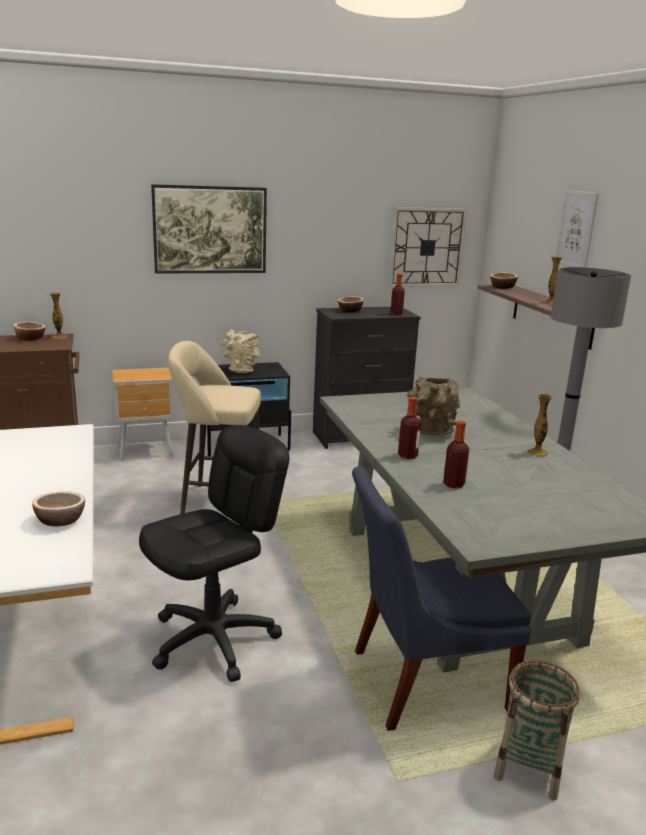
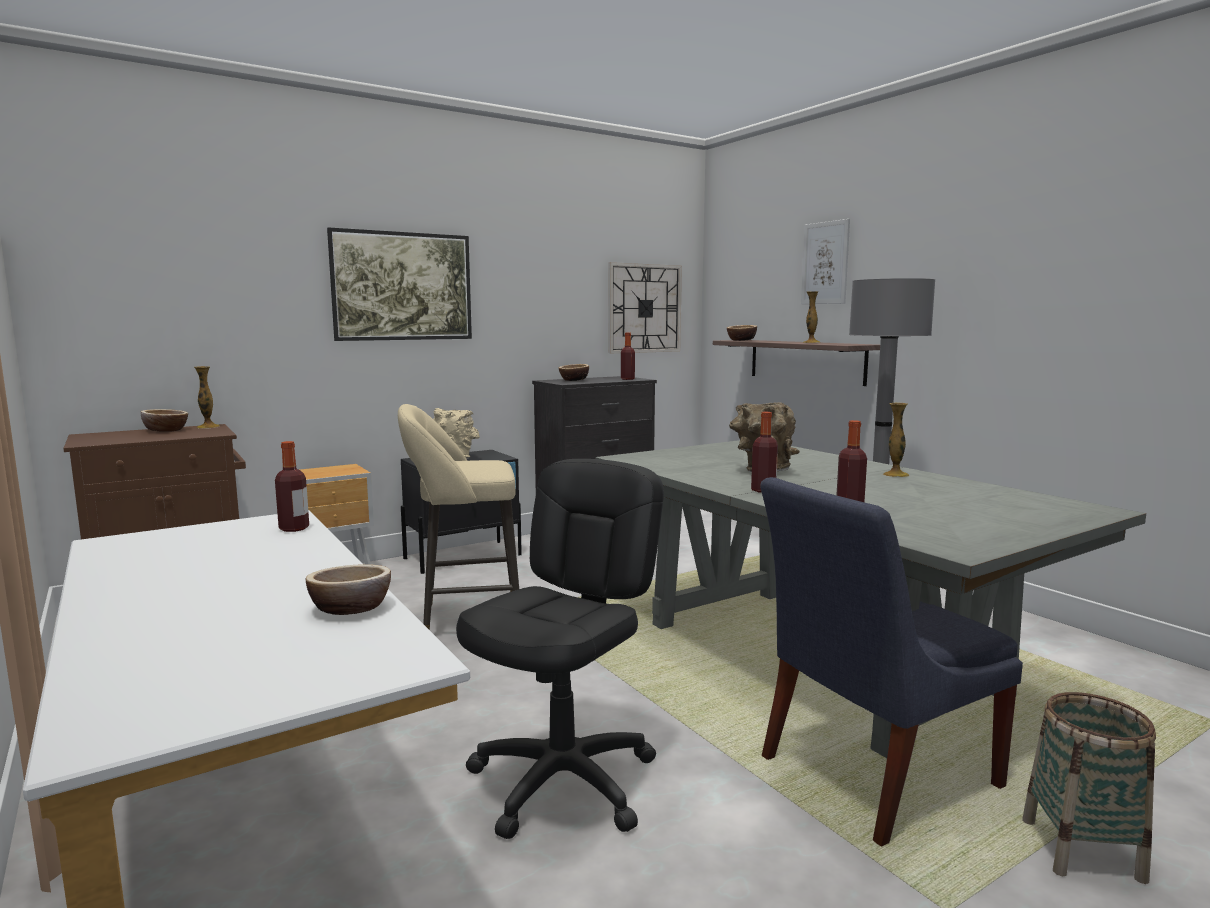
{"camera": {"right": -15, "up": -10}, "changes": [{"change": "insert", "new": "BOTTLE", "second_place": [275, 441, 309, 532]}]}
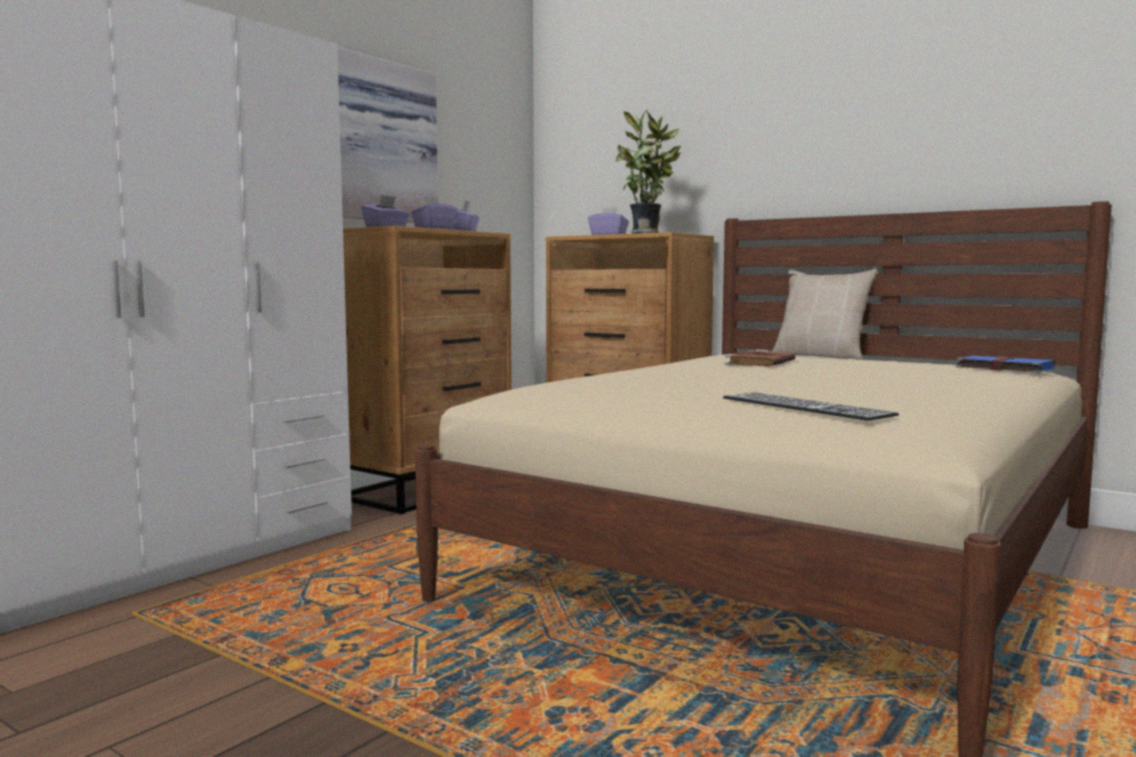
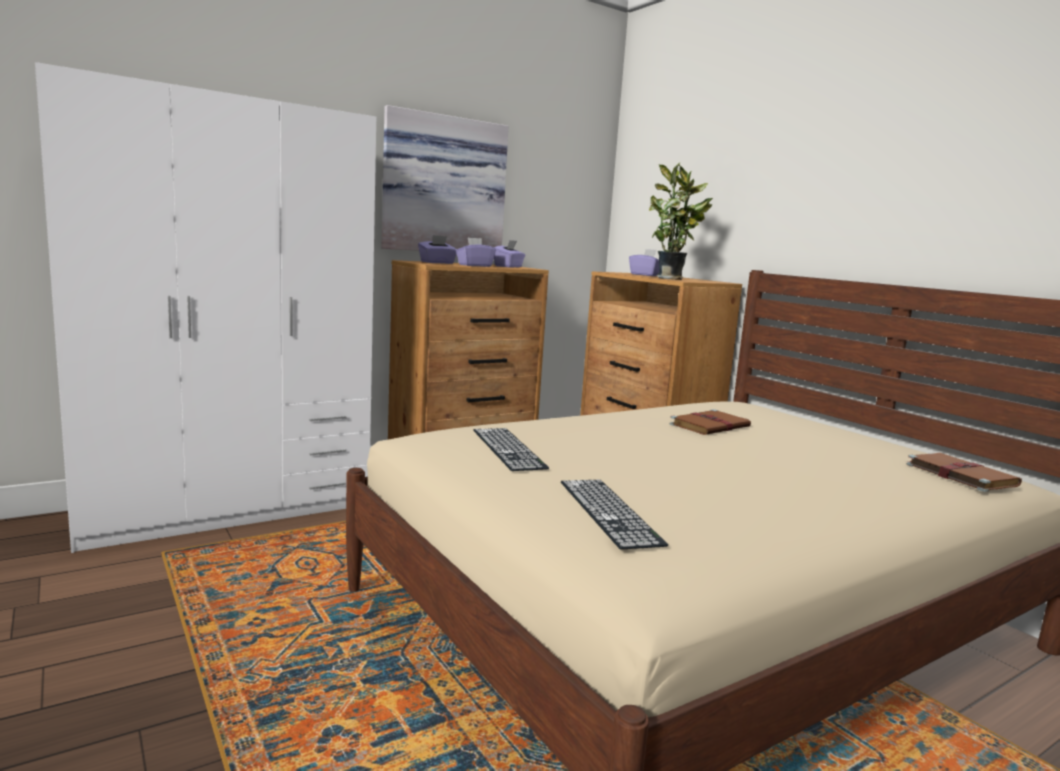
{"camera": {"right": 20, "up": 5}, "changes": [{"change": "insert", "new": "KEYBOARD", "second_place": [473, 428, 549, 471]}, {"change": "recolor", "old": "BLUE BOOK", "new": "BROWN BOOK", "first_place": [956, 356, 1056, 373], "second_place": [906, 453, 1022, 492]}, {"change": "delete", "old": "BEIGE PILLOW", "first_place": [772, 269, 878, 360]}]}
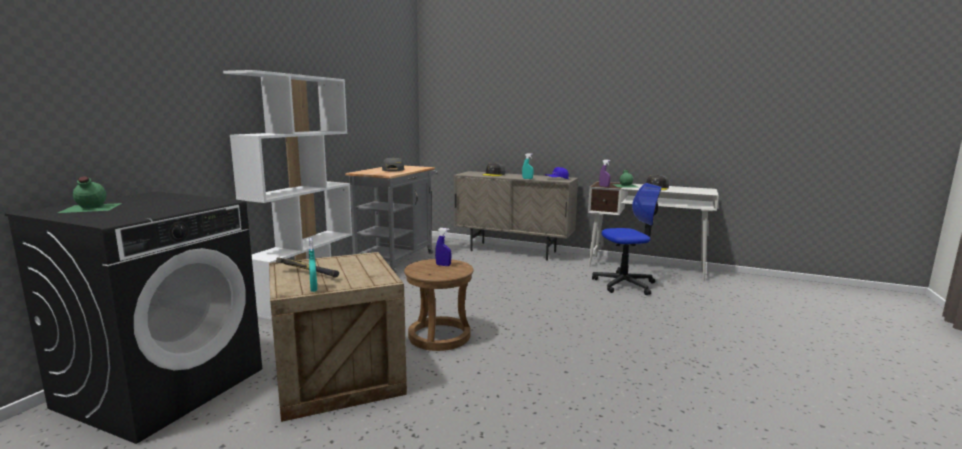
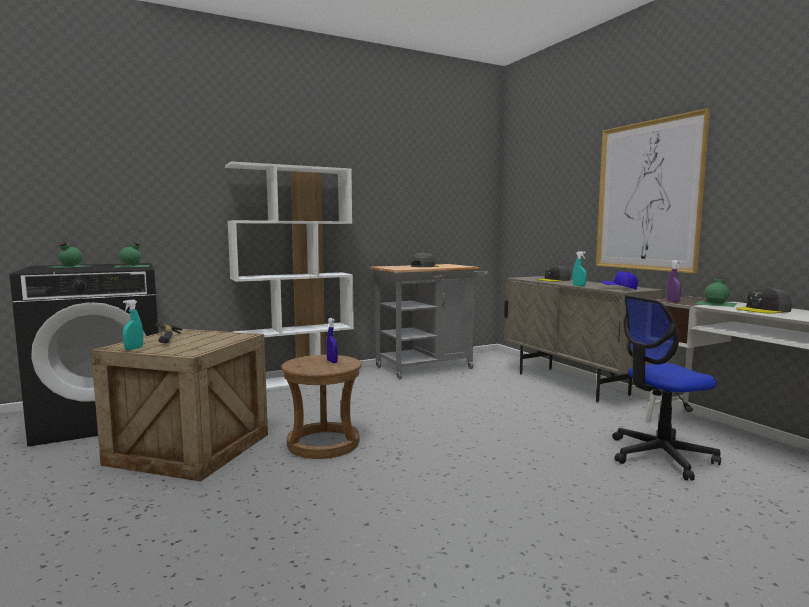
{"camera": {"right": 40, "up": -5}, "changes": [{"change": "insert", "new": "GREEN BOTTLE", "second_place": [113, 242, 150, 268]}, {"change": "insert", "new": "PICTURE", "second_place": [596, 108, 710, 274]}, {"change": "rotate", "old": "OFFICE CHAIR", "first_place": [592, 183, 662, 295], "second_place": [612, 295, 721, 480], "degrees": 135}]}
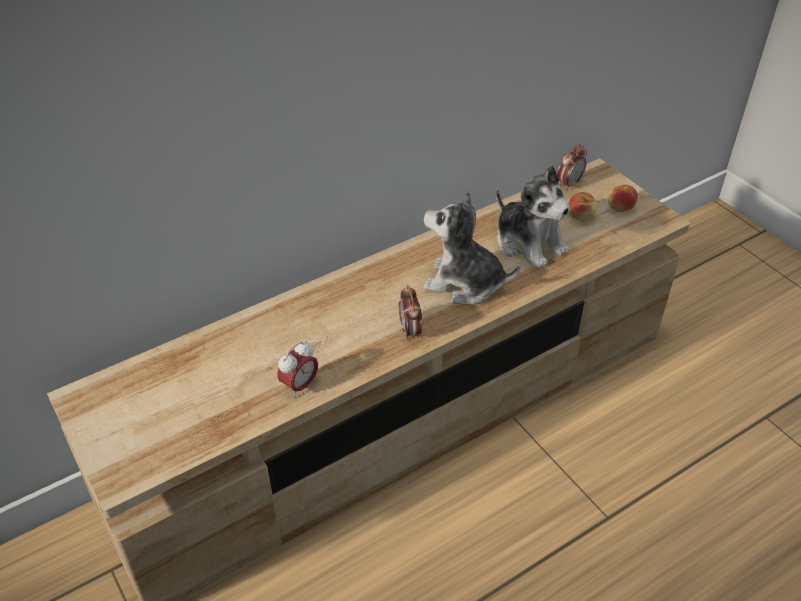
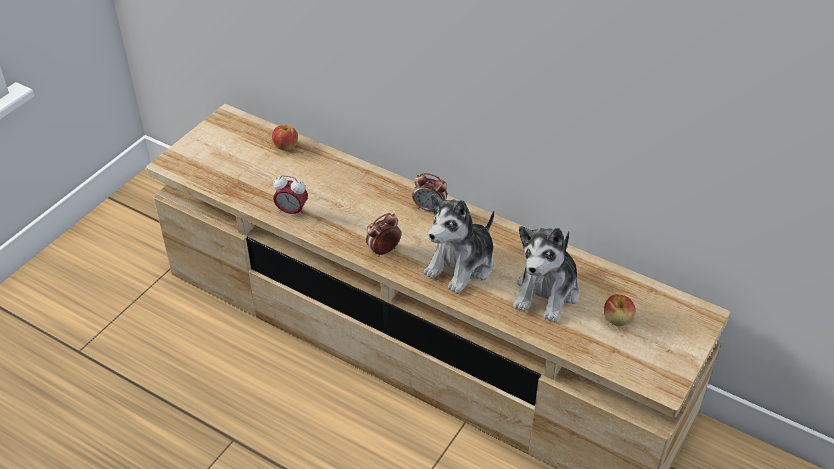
{"camera": {"right": 65, "up": 0}, "changes": [{"change": "move", "old": "APPLE", "first_place": [608, 185, 638, 212], "second_place": [272, 125, 298, 151]}, {"change": "move", "old": "ALARM CLOCK", "first_place": [557, 144, 587, 191], "second_place": [412, 173, 447, 212]}, {"change": "rotate", "old": "PLUSH TOY", "first_place": [423, 191, 520, 305], "second_place": [424, 194, 494, 294], "degrees": -135}]}
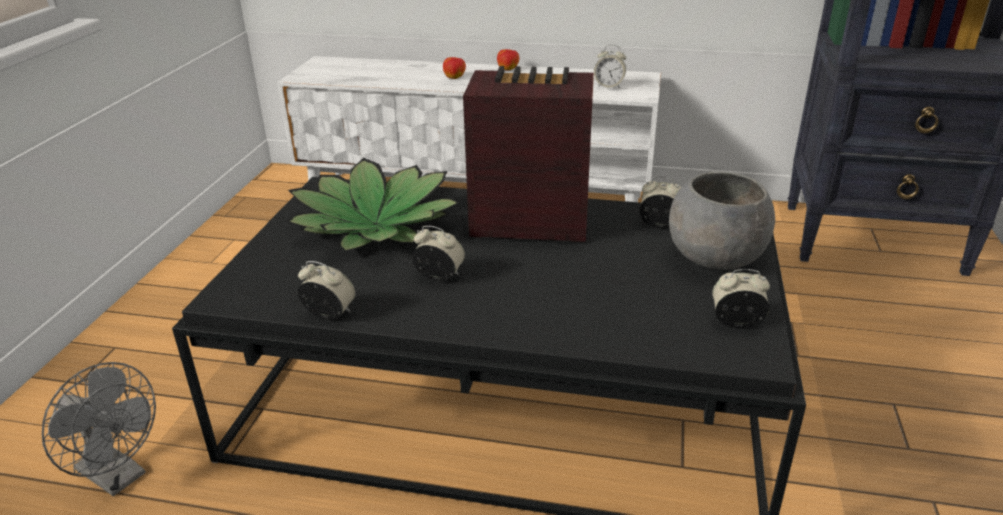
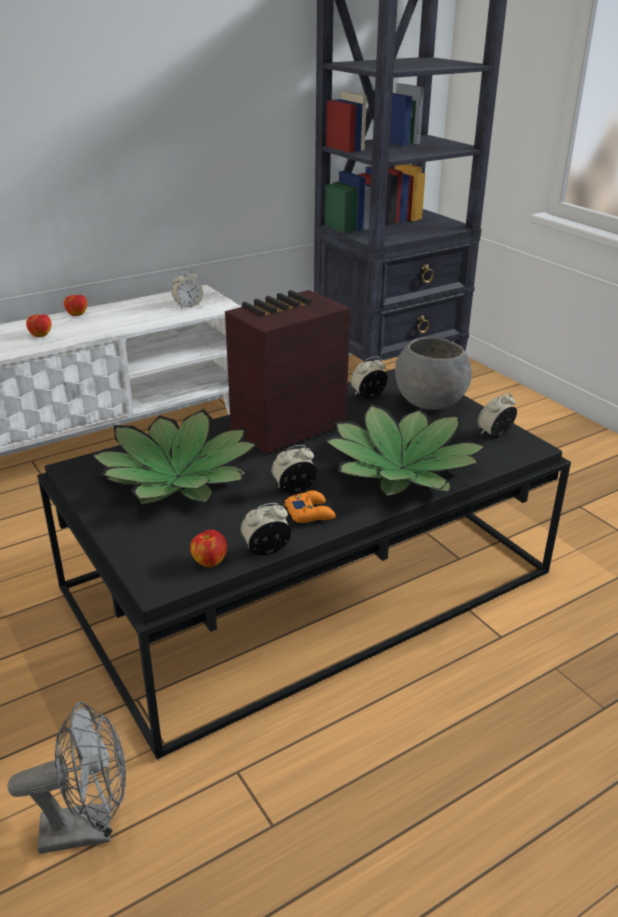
{"camera": {"right": -45, "up": 0}, "changes": [{"change": "insert", "new": "APPLE", "second_place": [190, 530, 227, 567]}, {"change": "insert", "new": "ORANGE GAME CONTROLLER", "second_place": [285, 490, 336, 523]}, {"change": "insert", "new": "POTTED PLANT", "second_place": [324, 404, 487, 497]}]}
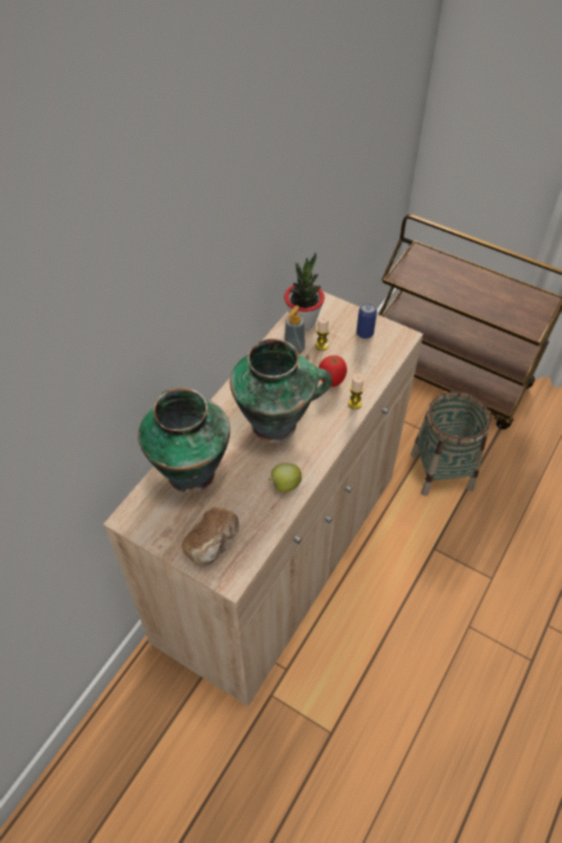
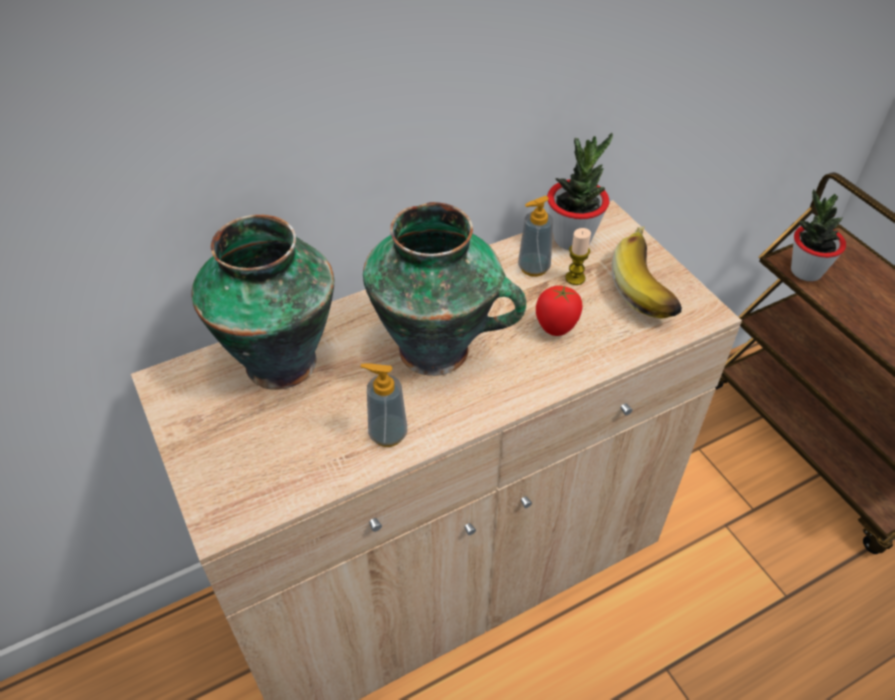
{"camera": {"right": 30, "up": -5}, "changes": [{"change": "replace", "old": "APPLE", "new": "SOAP DISPENSER", "first_place": [268, 463, 302, 492], "second_place": [360, 363, 407, 447]}, {"change": "replace", "old": "CAN", "new": "BANANA", "first_place": [356, 302, 377, 339], "second_place": [612, 226, 682, 319]}, {"change": "insert", "new": "POTTED PLANT", "second_place": [791, 189, 846, 282]}, {"change": "delete", "old": "BREAD", "first_place": [182, 507, 239, 566]}, {"change": "delete", "old": "CANDLE", "first_place": [348, 374, 364, 409]}, {"change": "delete", "old": "BASKET", "first_place": [411, 391, 491, 496]}]}
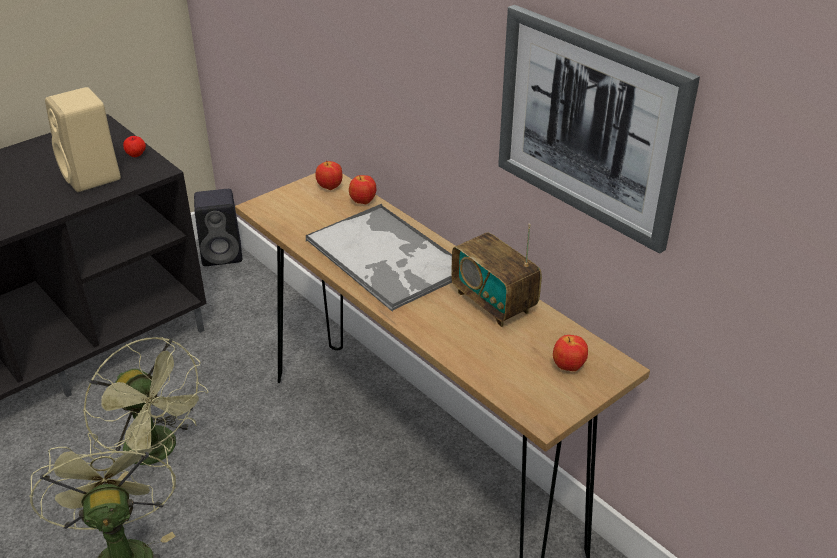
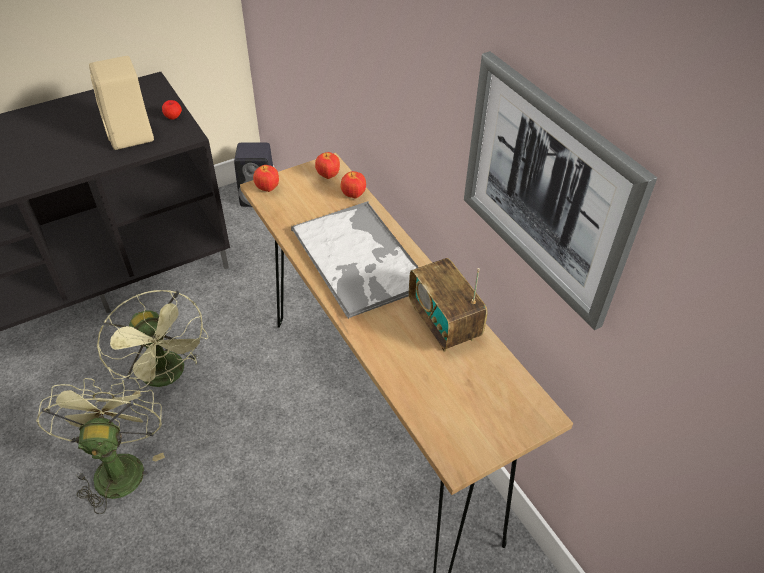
{"camera": {"right": 10, "up": 10}, "changes": [{"change": "move", "old": "APPLE", "first_place": [553, 335, 588, 371], "second_place": [253, 165, 279, 192]}]}
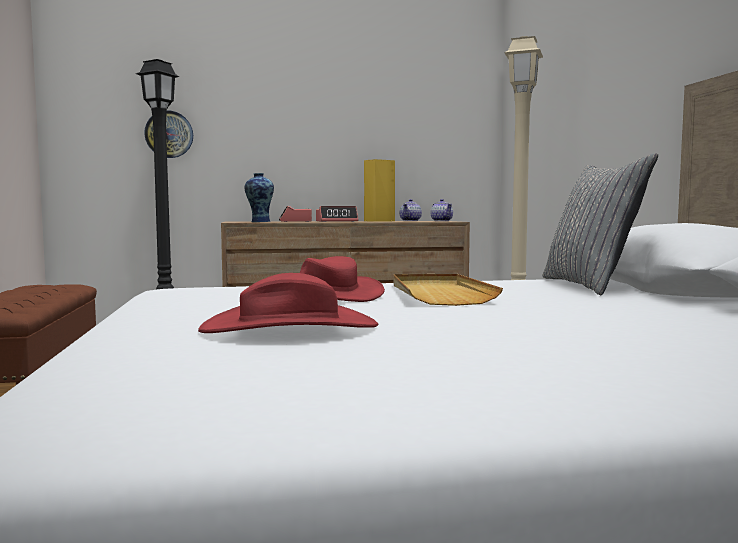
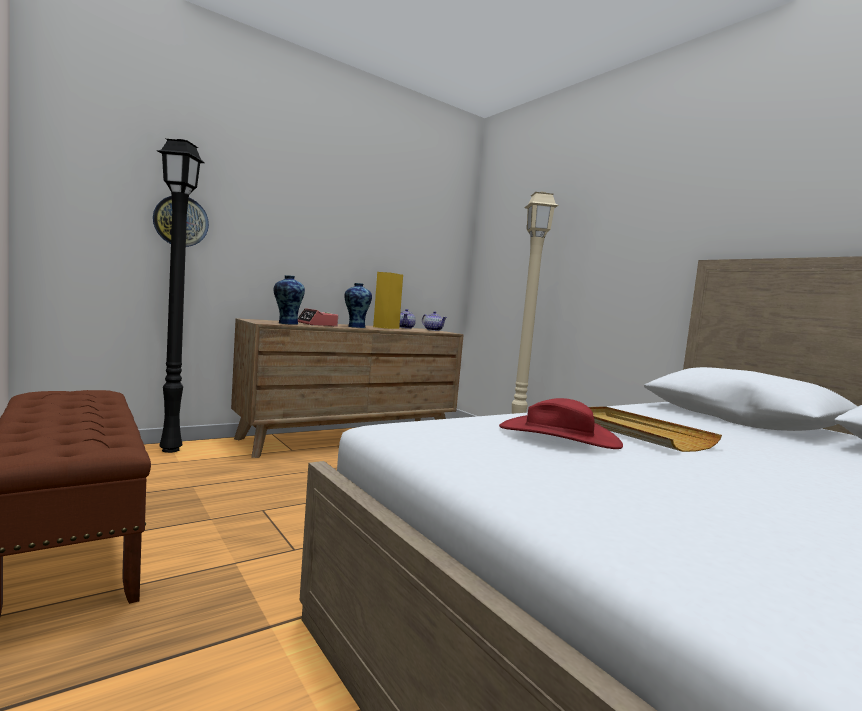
{"camera": {"right": -25, "up": 0}, "changes": [{"change": "replace", "old": "ALARM CLOCK", "new": "VASE", "first_place": [316, 206, 358, 222], "second_place": [344, 283, 372, 328]}, {"change": "delete", "old": "RED HAT", "first_place": [198, 273, 378, 333]}, {"change": "delete", "old": "GREY PILLOW", "first_place": [543, 153, 658, 295]}]}
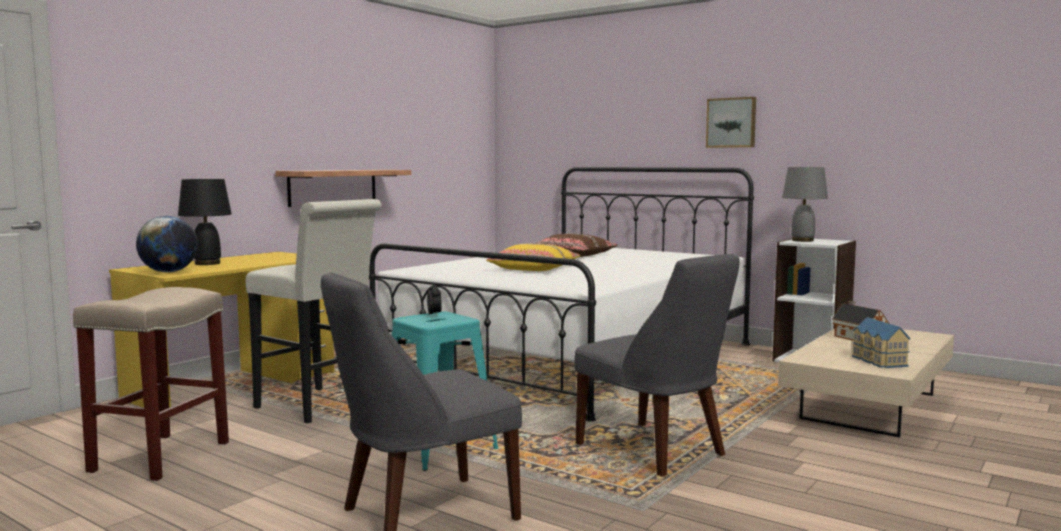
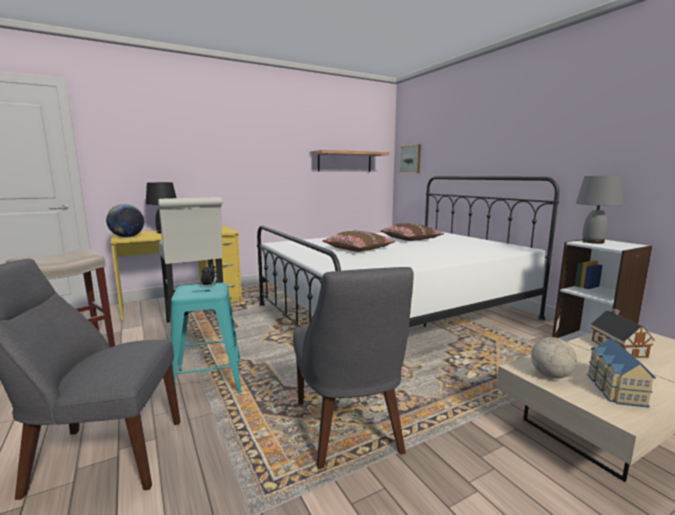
{"camera": {"right": 25, "up": 5}, "changes": [{"change": "move", "old": "SHELF", "first_place": [275, 170, 411, 207], "second_place": [311, 150, 389, 172]}, {"change": "recolor", "old": "YELLOW PILLOW", "new": "BROWN PILLOW", "first_place": [486, 244, 581, 271], "second_place": [323, 231, 395, 252]}, {"change": "move", "old": "PICTURE", "first_place": [706, 97, 756, 148], "second_place": [400, 144, 421, 173]}, {"change": "insert", "new": "GLOBE", "second_place": [531, 317, 577, 379]}]}
